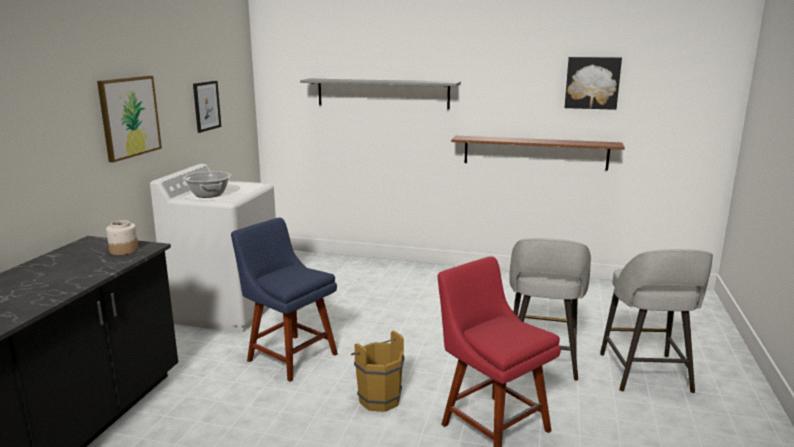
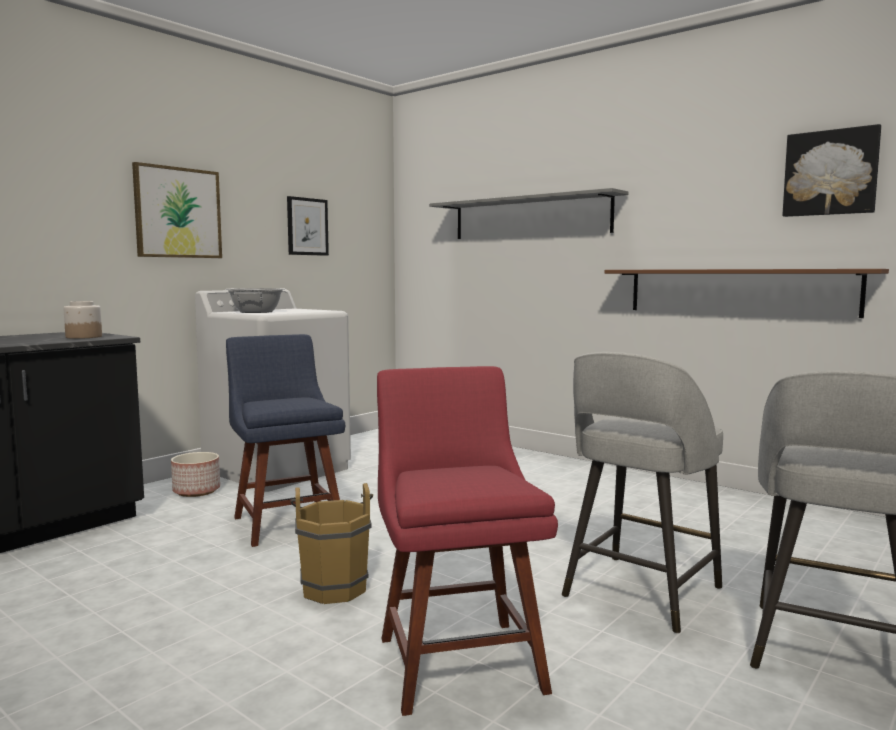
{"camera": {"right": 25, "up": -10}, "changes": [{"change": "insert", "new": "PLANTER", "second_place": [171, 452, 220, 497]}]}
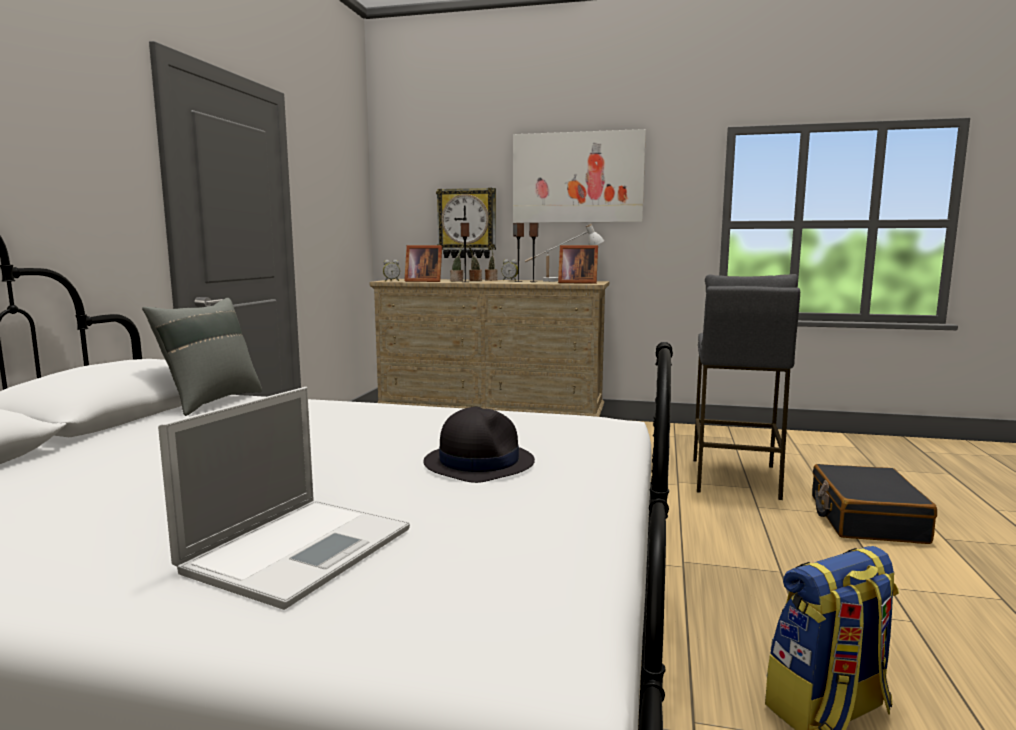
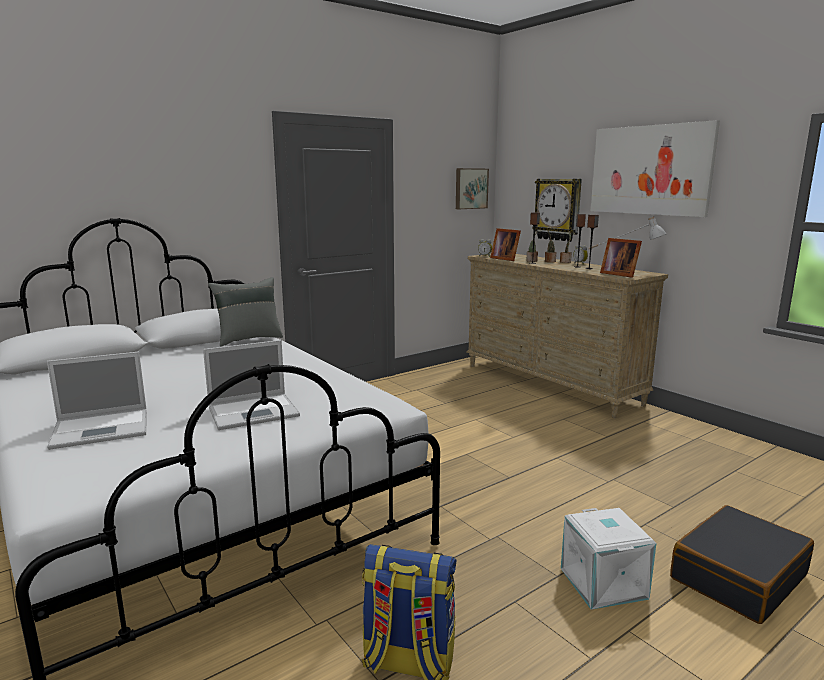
{"camera": {"right": 40, "up": 5}, "changes": [{"change": "replace", "old": "BLACK HAT", "new": "LAPTOP", "first_place": [423, 407, 535, 483], "second_place": [203, 340, 300, 430]}, {"change": "insert", "new": "PICTURE", "second_place": [456, 168, 489, 209]}, {"change": "insert", "new": "WHITE STORAGE BOX", "second_place": [561, 508, 656, 610]}, {"change": "delete", "old": "GREY STOOL", "first_place": [693, 274, 800, 500]}]}
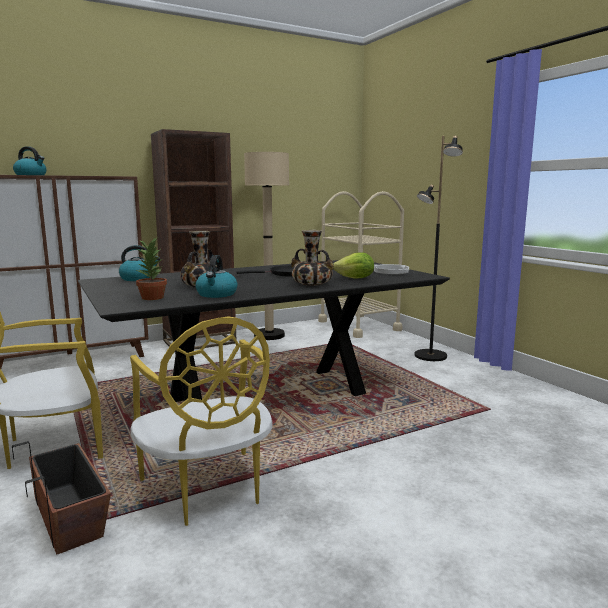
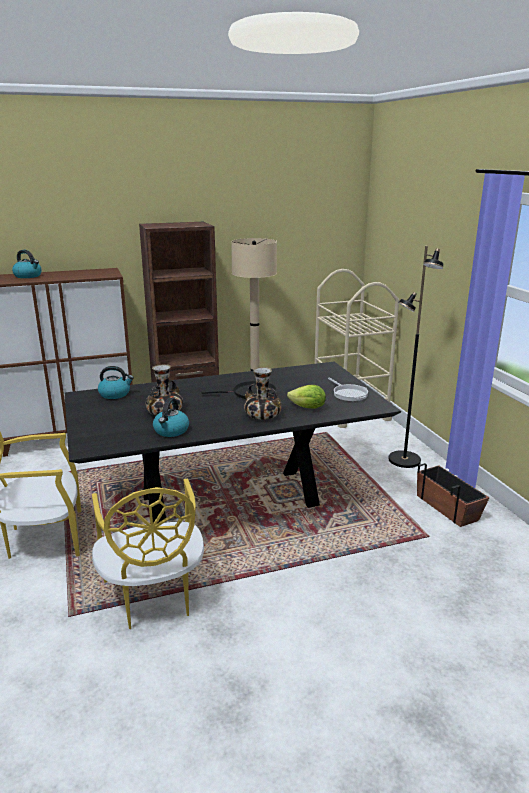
{"camera": {"right": 10, "up": 10}, "changes": [{"change": "move", "old": "PLANTER", "first_place": [12, 441, 111, 555], "second_place": [417, 463, 489, 527]}, {"change": "delete", "old": "POTTED PLANT", "first_place": [135, 238, 167, 300]}]}
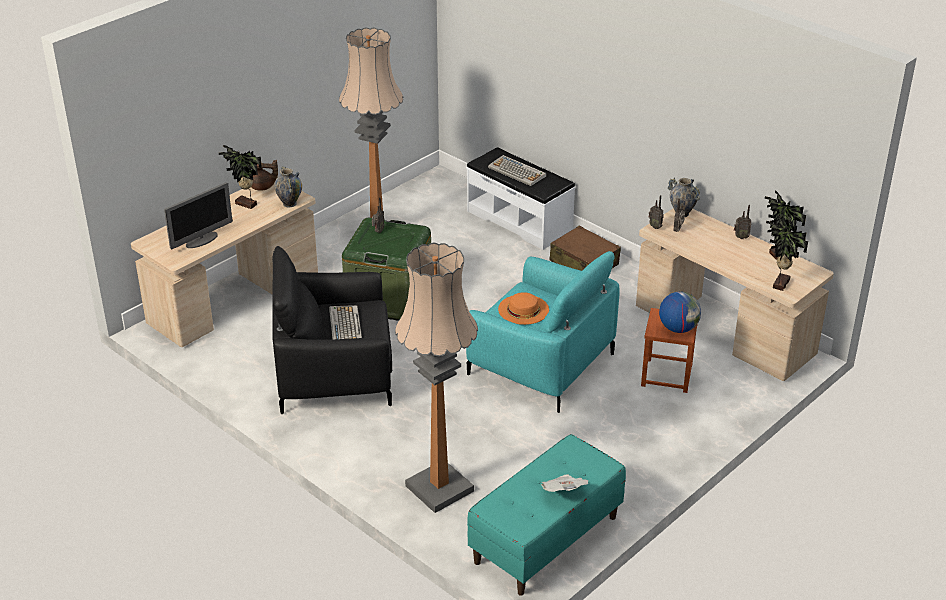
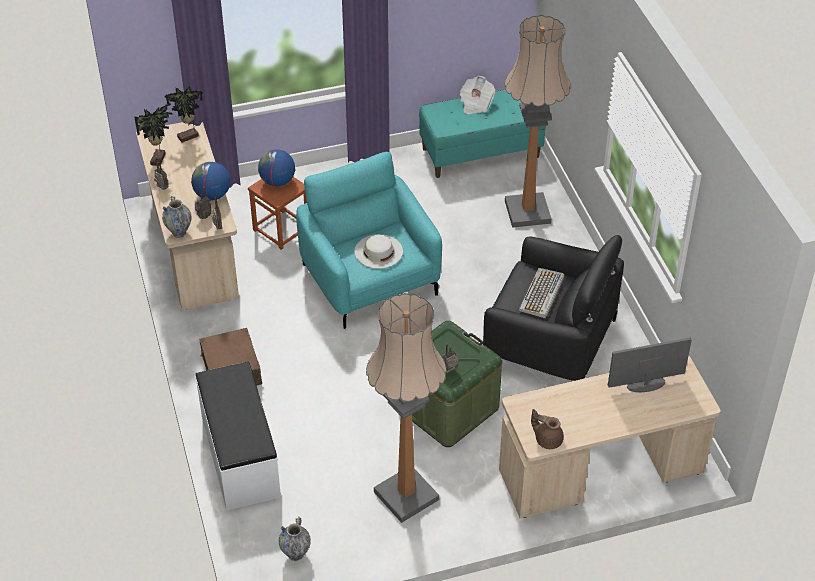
{"camera": {"right": -150, "up": 10}, "changes": [{"change": "insert", "new": "GLOBE", "second_place": [191, 162, 230, 200]}, {"change": "move", "old": "VASE", "first_place": [274, 166, 302, 208], "second_place": [279, 517, 311, 561]}, {"change": "recolor", "old": "ORANGE HAT", "new": "WHITE HAT", "first_place": [498, 292, 549, 325], "second_place": [354, 234, 403, 269]}, {"change": "delete", "old": "POTTED PLANT", "first_place": [219, 145, 262, 209]}, {"change": "delete", "old": "KEYBOARD", "first_place": [488, 155, 546, 186]}]}
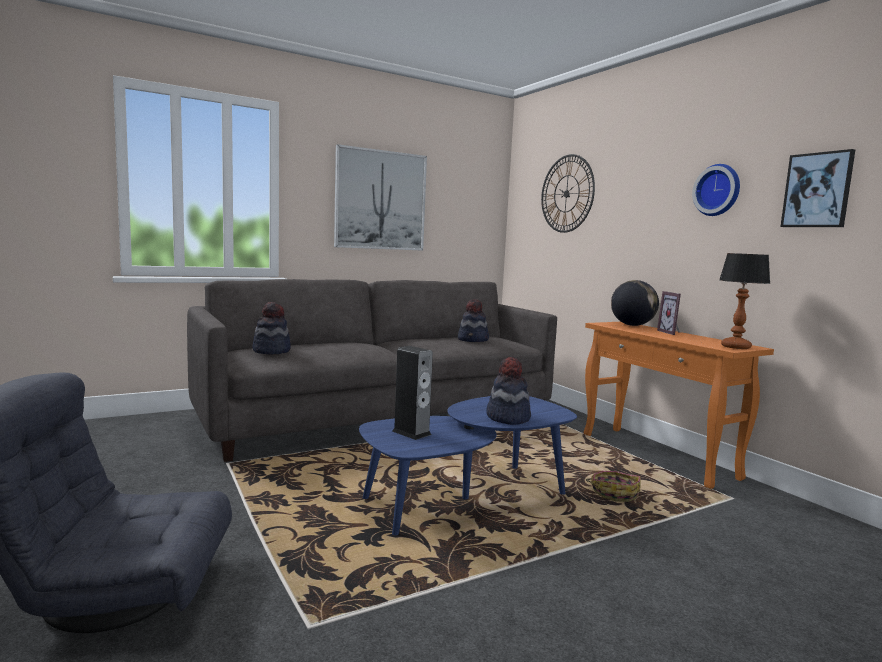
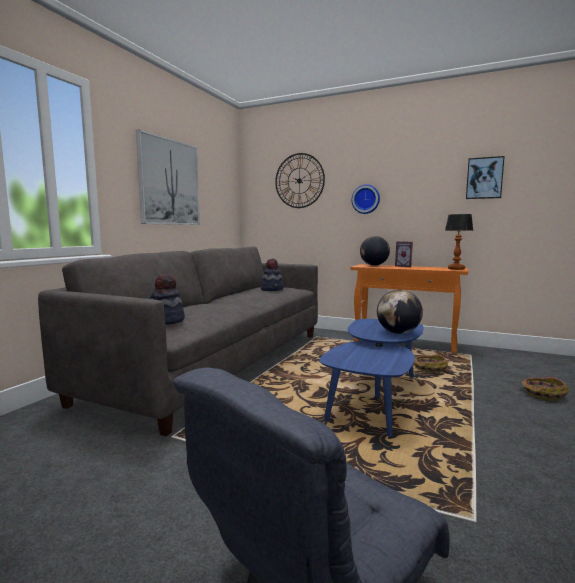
{"camera": {"right": -35, "up": 0}, "changes": [{"change": "move", "old": "WALL CLOCK", "first_place": [692, 164, 740, 216], "second_place": [351, 185, 380, 214]}, {"change": "replace", "old": "HAT", "new": "GLOBE", "first_place": [486, 357, 531, 425], "second_place": [377, 290, 423, 334]}, {"change": "insert", "new": "BASKET", "second_place": [519, 377, 569, 401]}, {"change": "delete", "old": "SPEAKER", "first_place": [392, 346, 433, 440]}]}
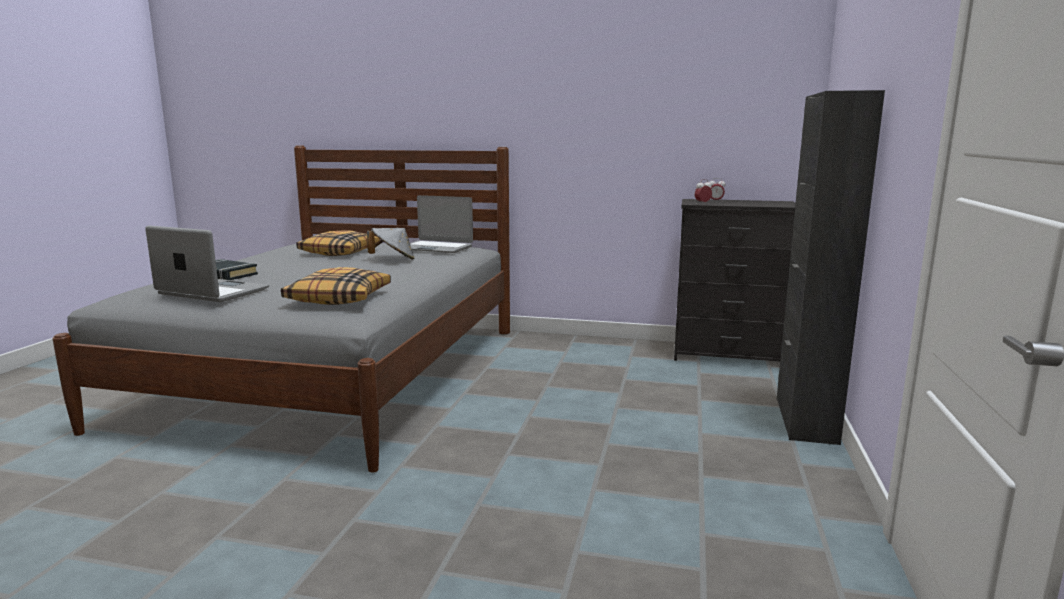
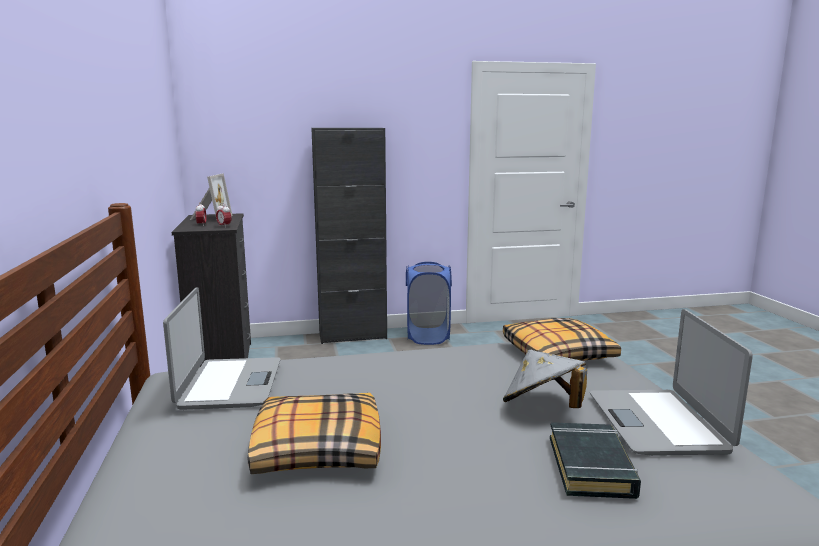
{"camera": {"right": -115, "up": 0}, "changes": [{"change": "insert", "new": "PICTURE FRAME", "second_place": [190, 173, 233, 220]}, {"change": "insert", "new": "BLUE LAUNDRY BASKET", "second_place": [406, 262, 452, 345]}, {"change": "move", "old": "GREY HAT", "first_place": [367, 228, 414, 260], "second_place": [503, 350, 587, 408]}]}
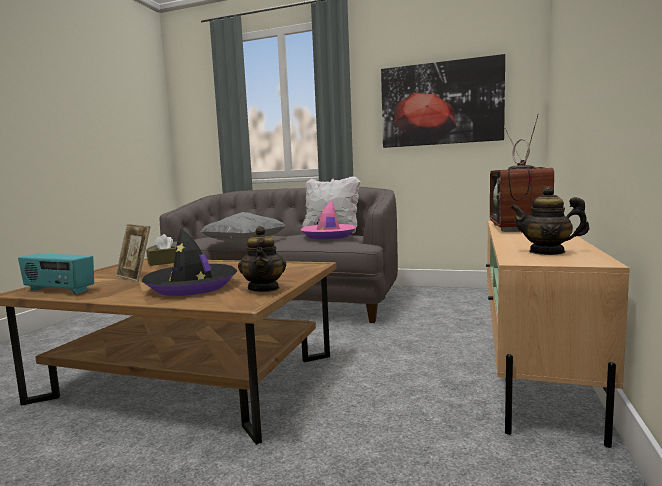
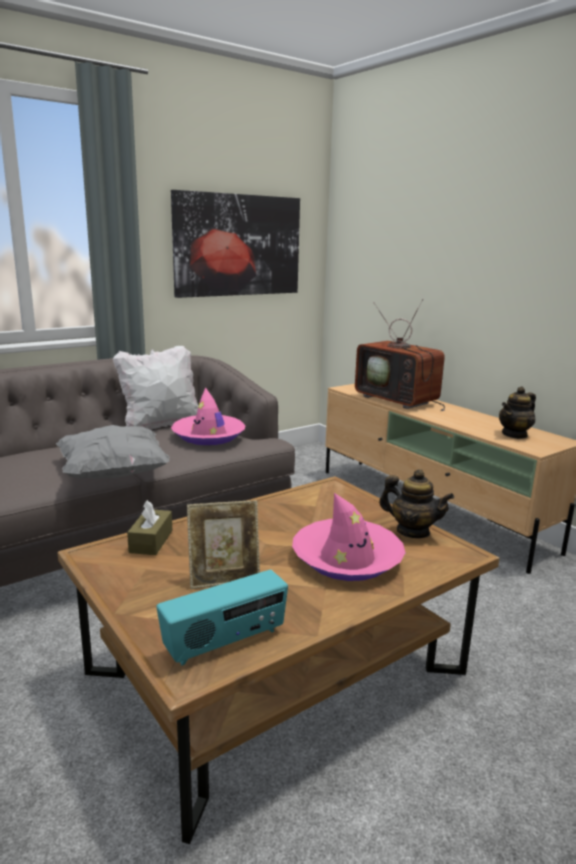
{"camera": {"right": -55, "up": 10}, "changes": [{"change": "recolor", "old": "BLACK HAT", "new": "PINK HAT", "first_place": [142, 228, 237, 296], "second_place": [292, 493, 406, 581]}]}
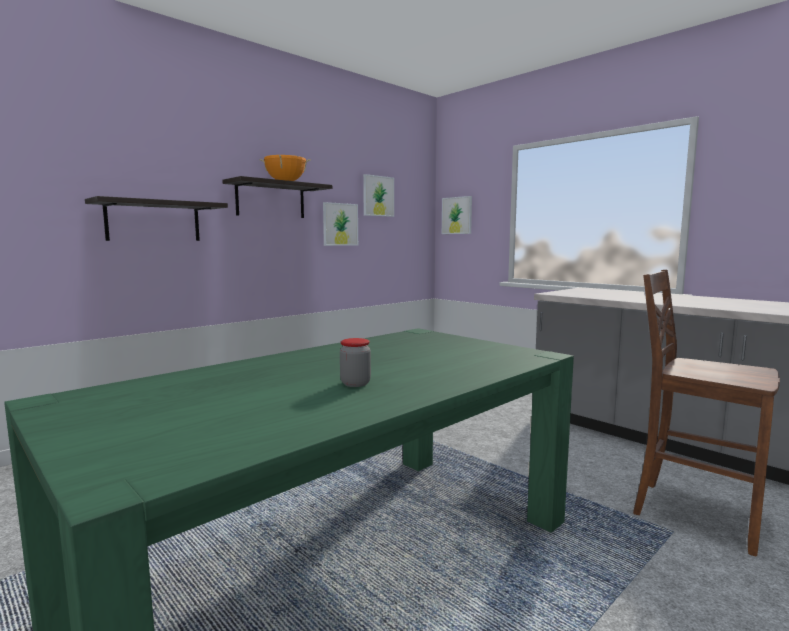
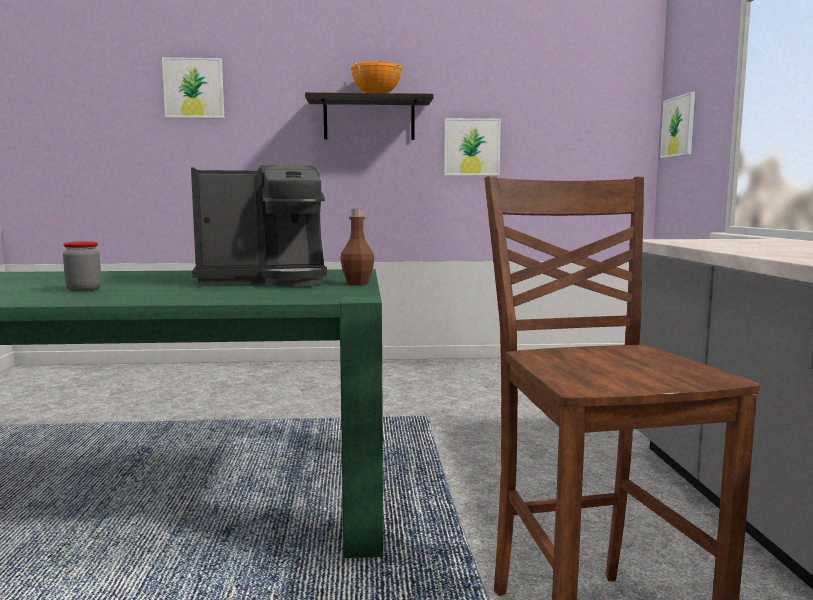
{"camera": {"right": 40, "up": 0}, "changes": [{"change": "move", "old": "PICTURE", "first_place": [363, 174, 394, 217], "second_place": [162, 57, 224, 118]}, {"change": "insert", "new": "COFFEE MACHINE", "second_place": [191, 165, 327, 286]}, {"change": "insert", "new": "BROWN BOTTLE", "second_place": [340, 209, 374, 285]}, {"change": "delete", "old": "SHELF", "first_place": [85, 196, 228, 241]}]}
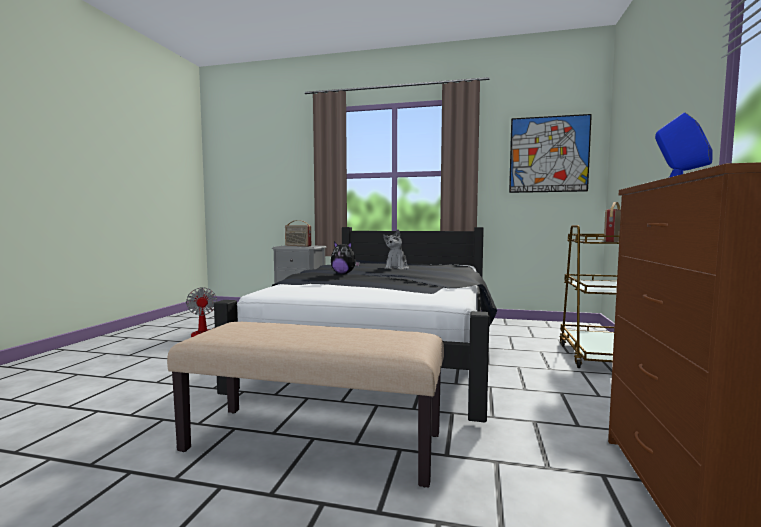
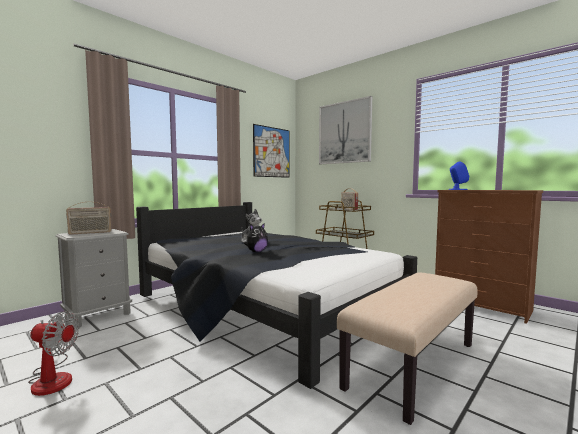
{"camera": {"right": -60, "up": 0}, "changes": [{"change": "insert", "new": "PICTURE", "second_place": [319, 96, 372, 164]}]}
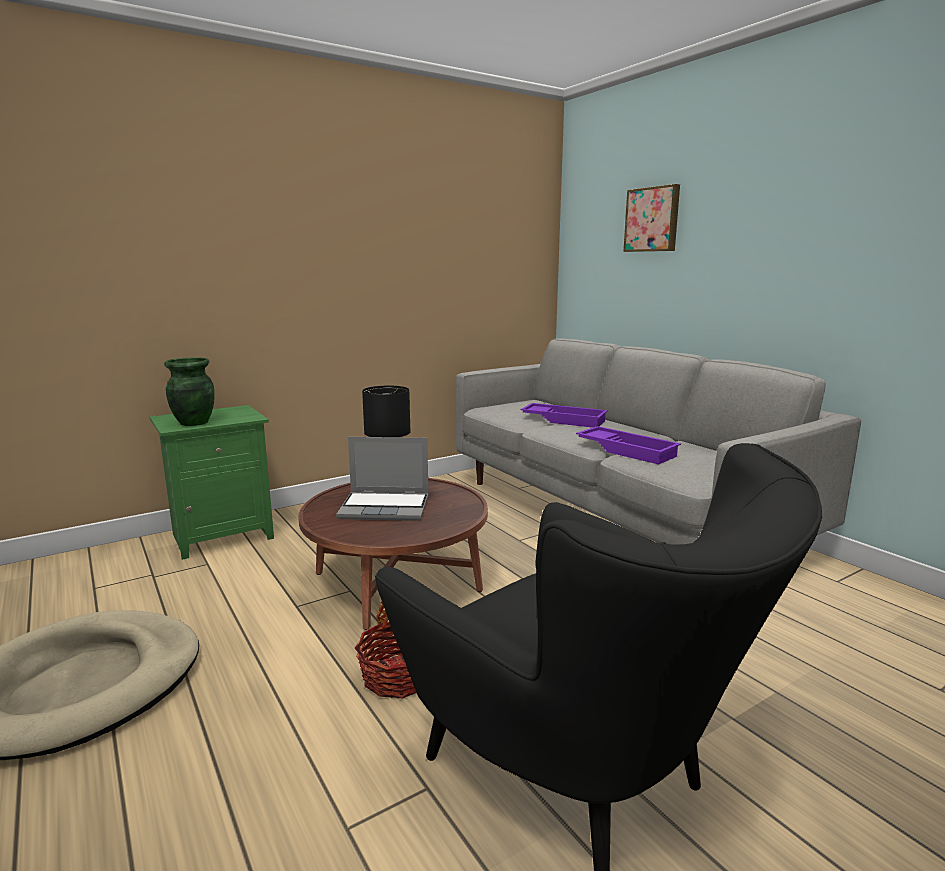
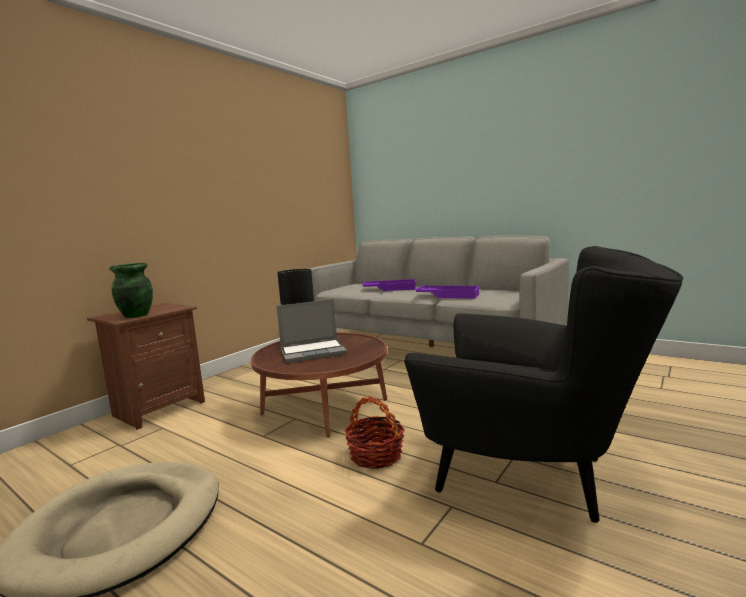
{"camera": {"right": -20, "up": -5}, "changes": [{"change": "recolor", "old": "GREEN NIGHTSTAND", "new": "BROWN NIGHTSTAND", "first_place": [150, 405, 274, 560], "second_place": [87, 303, 205, 430]}, {"change": "delete", "old": "PICTURE", "first_place": [623, 184, 680, 252]}]}
